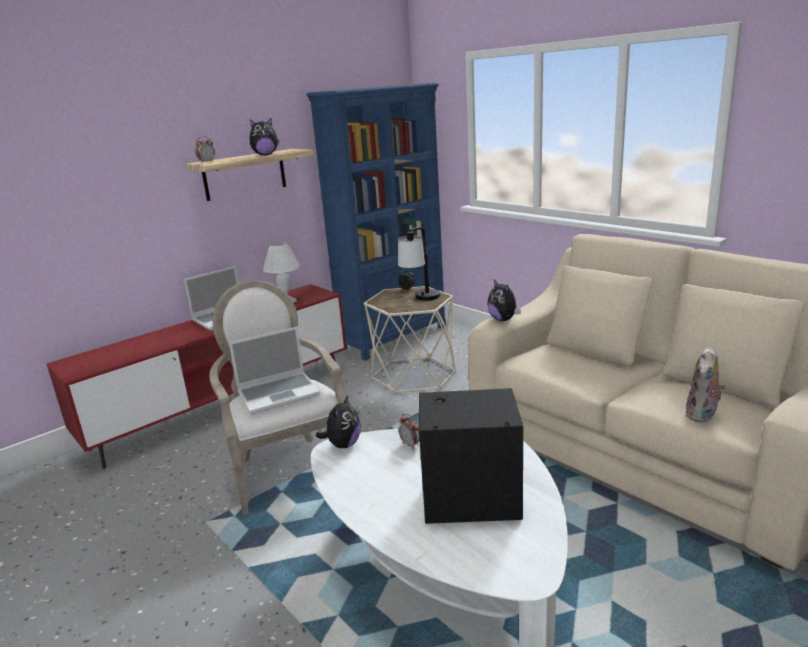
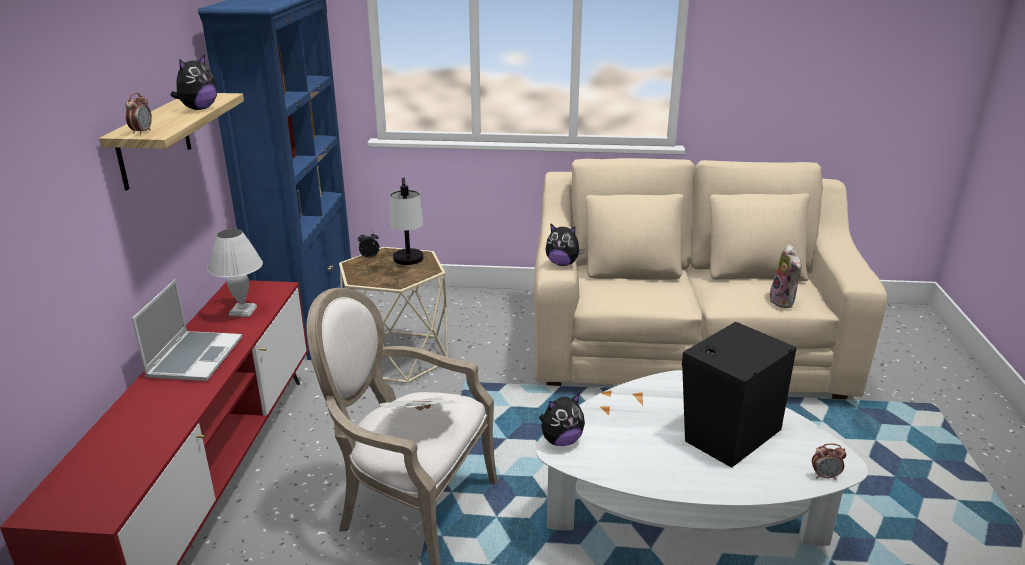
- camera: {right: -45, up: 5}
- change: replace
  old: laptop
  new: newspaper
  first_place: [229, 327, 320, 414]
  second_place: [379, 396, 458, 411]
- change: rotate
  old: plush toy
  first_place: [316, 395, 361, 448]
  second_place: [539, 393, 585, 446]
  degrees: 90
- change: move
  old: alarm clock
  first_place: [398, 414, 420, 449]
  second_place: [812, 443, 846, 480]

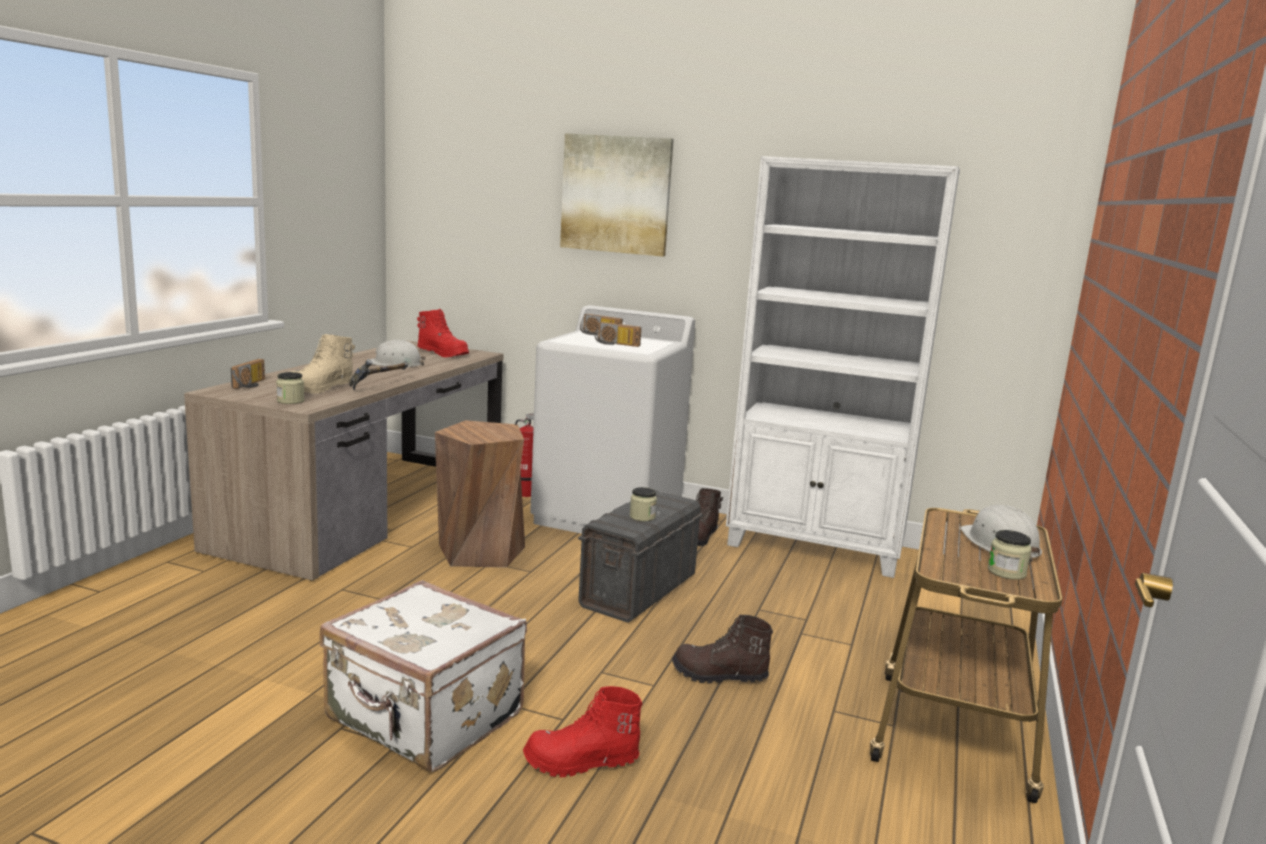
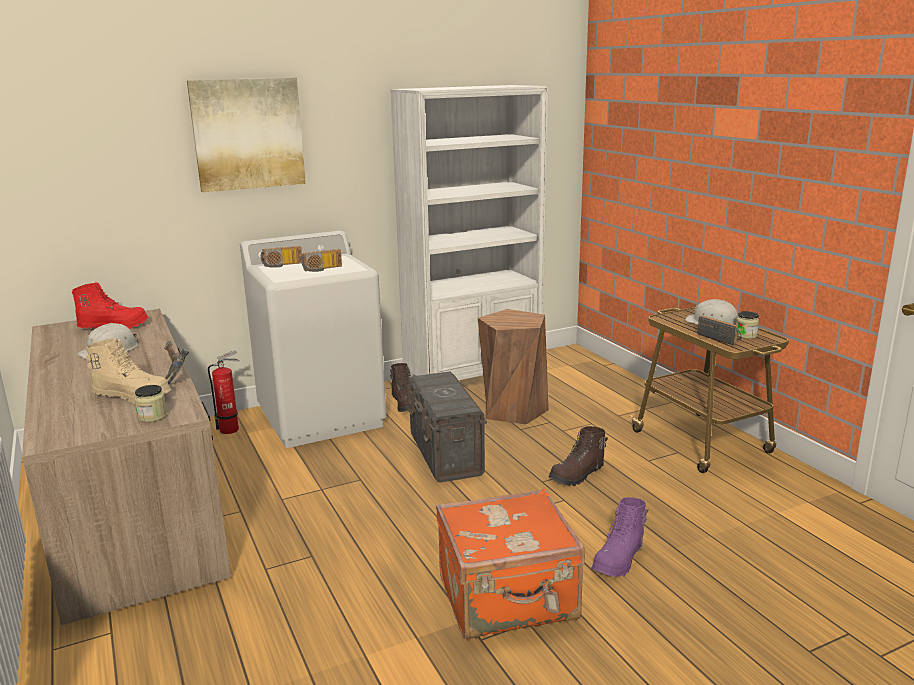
- camera: {right: -45, up: 5}
- change: move
  old: radio
  first_place: [231, 359, 265, 389]
  second_place: [697, 316, 741, 345]
- change: rotate
  old: beige boot
  first_place: [291, 334, 355, 394]
  second_place: [86, 338, 171, 404]
  degrees: -60
- change: recolor
  old: white suitcase
  new: orange suitcase
  first_place: [320, 580, 527, 772]
  second_place: [436, 488, 585, 639]
- change: move
  old: brown stool
  first_place: [435, 420, 525, 568]
  second_place: [478, 309, 549, 425]
- change: recolor
  old: red boot
  new: purple boot
  first_place: [523, 686, 642, 777]
  second_place: [592, 497, 649, 577]
- change: delete
  old: jar
  first_place: [630, 487, 657, 521]

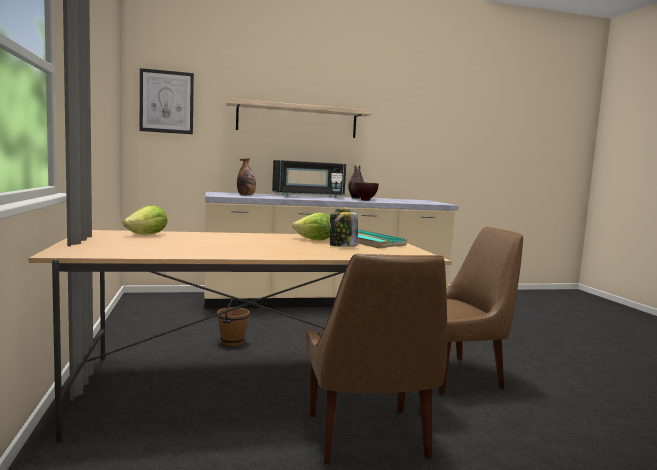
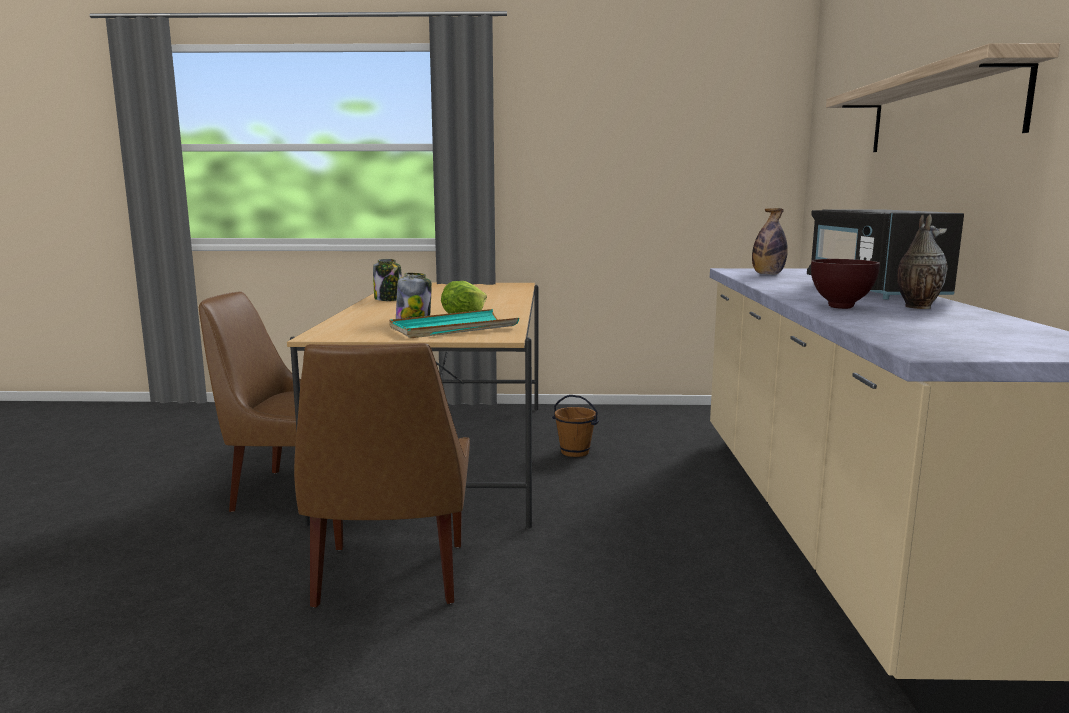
- camera: {right: 105, up: 5}
- change: delete
  old: lettuce
  first_place: [123, 205, 167, 235]
- change: delete
  old: picture
  first_place: [140, 68, 194, 134]
- change: insert
  new: jar
  second_place: [373, 259, 402, 301]

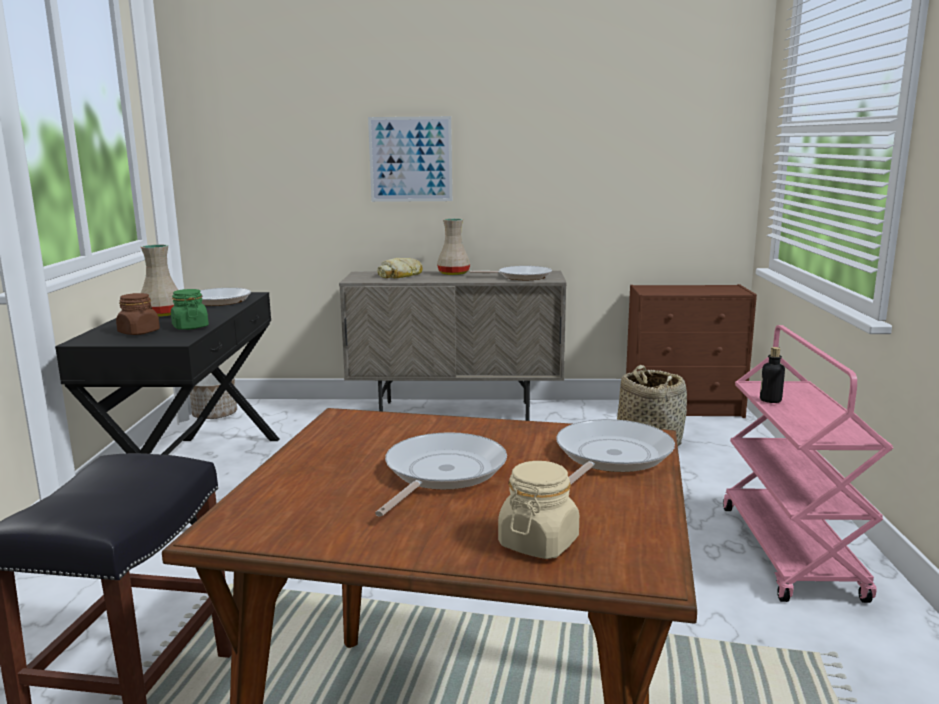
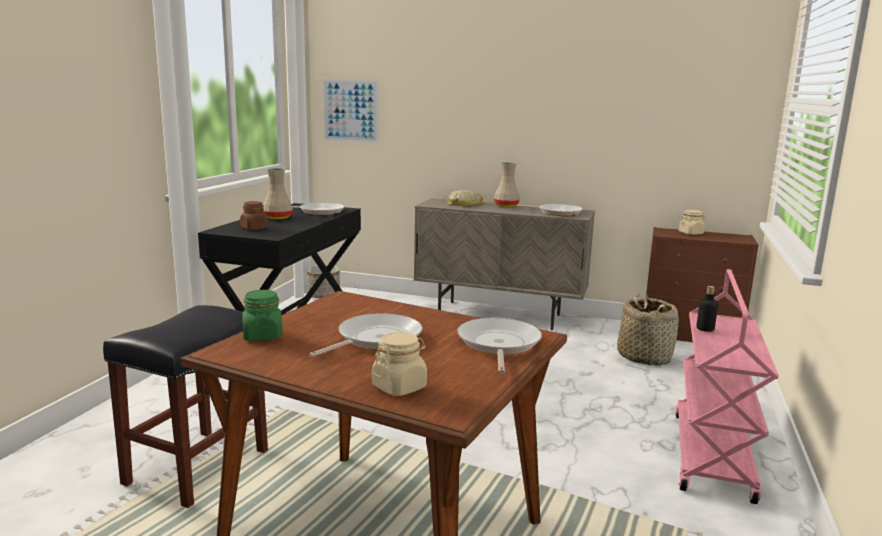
- camera: {right: 15, up: 0}
- change: move
  old: green jar
  first_place: [171, 289, 209, 330]
  second_place: [242, 290, 282, 341]
- change: move
  old: picture
  first_place: [368, 116, 452, 202]
  second_place: [322, 79, 379, 143]
- change: rotate
  old: frying pan
  first_place: [556, 419, 675, 484]
  second_place: [457, 318, 542, 373]
  degrees: -45
- change: insert
  new: beige jar
  second_place: [679, 210, 705, 235]

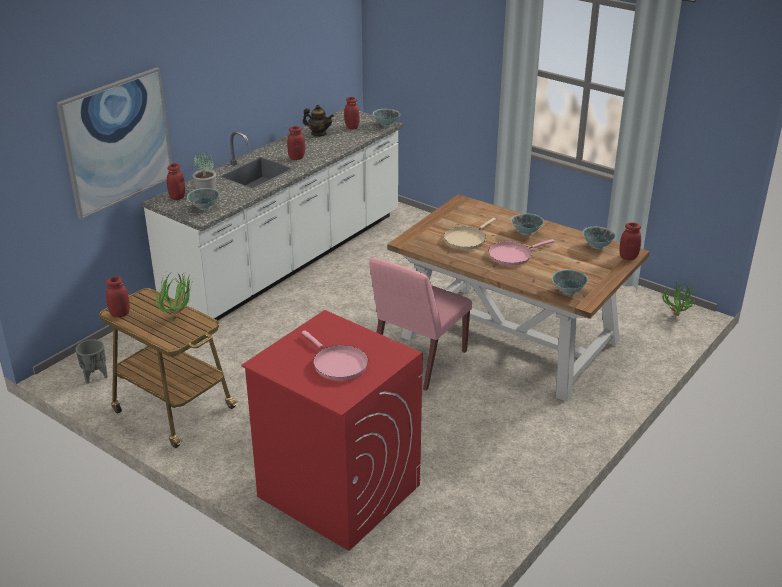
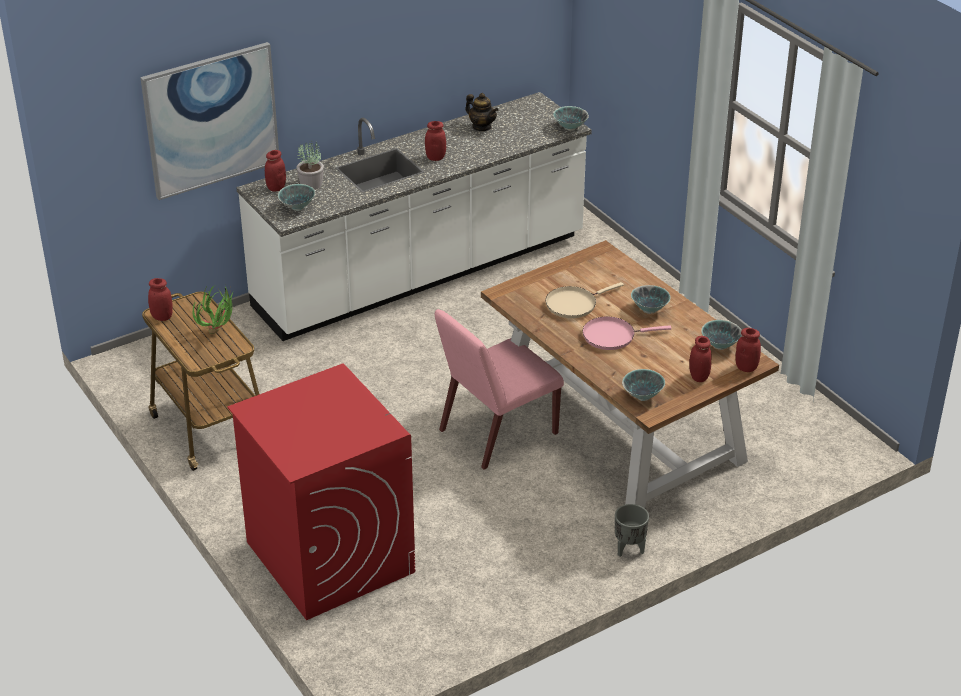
- camera: {right: 20, up: 5}
- change: move
  old: grey planter
  first_place: [75, 339, 108, 384]
  second_place: [615, 504, 649, 557]
- change: delete
  old: pink frying pan
  first_place: [302, 330, 368, 380]
- change: move
  old: red jar
  first_place: [344, 97, 359, 130]
  second_place: [689, 336, 711, 382]
- change: delete
  old: potted plant
  first_place: [661, 282, 697, 316]

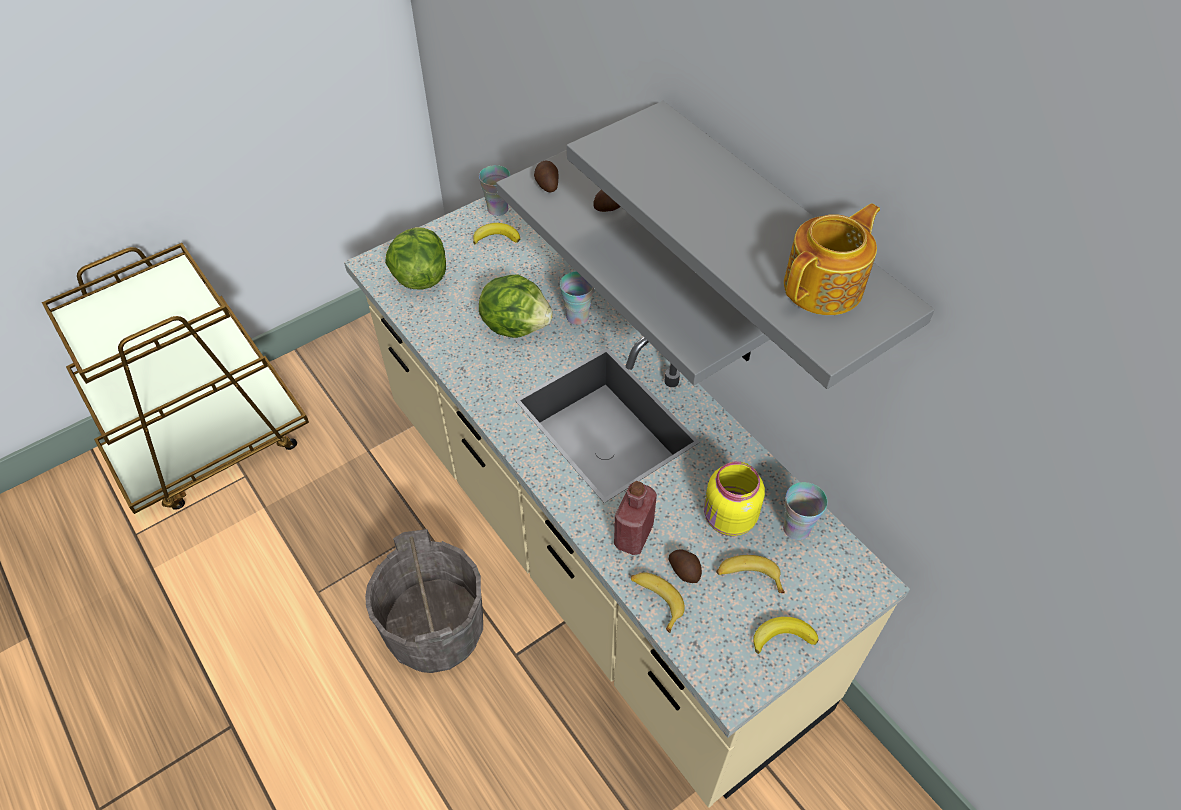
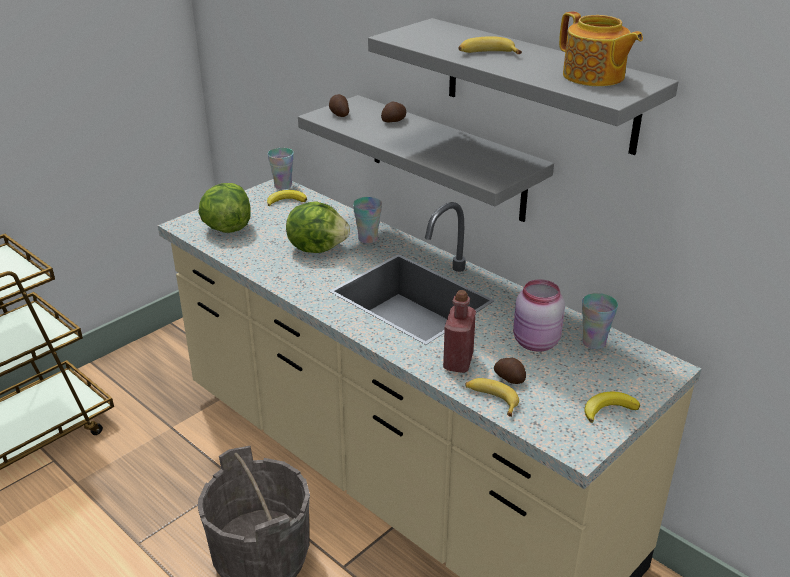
- camera: {right: -10, up: -20}
- change: recolor
  old: yellow jar
  new: pink jar
  first_place: [704, 461, 765, 536]
  second_place: [513, 279, 565, 352]
- change: move
  old: banana
  first_place: [716, 555, 785, 593]
  second_place: [458, 36, 522, 54]
- change: rotate
  old: teapot
  first_place: [784, 203, 880, 315]
  second_place: [559, 11, 643, 87]
  degrees: 105

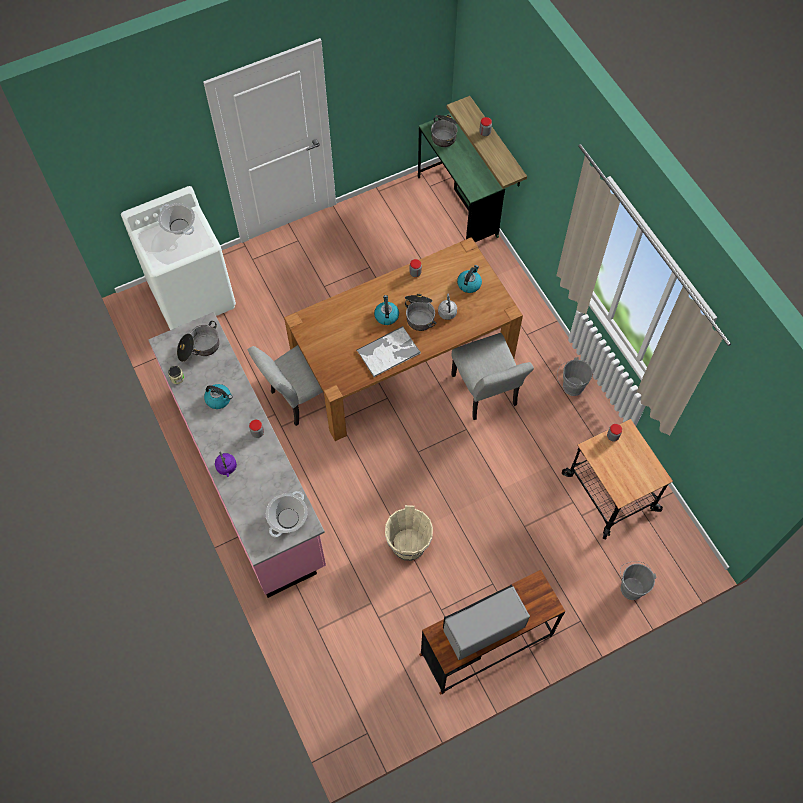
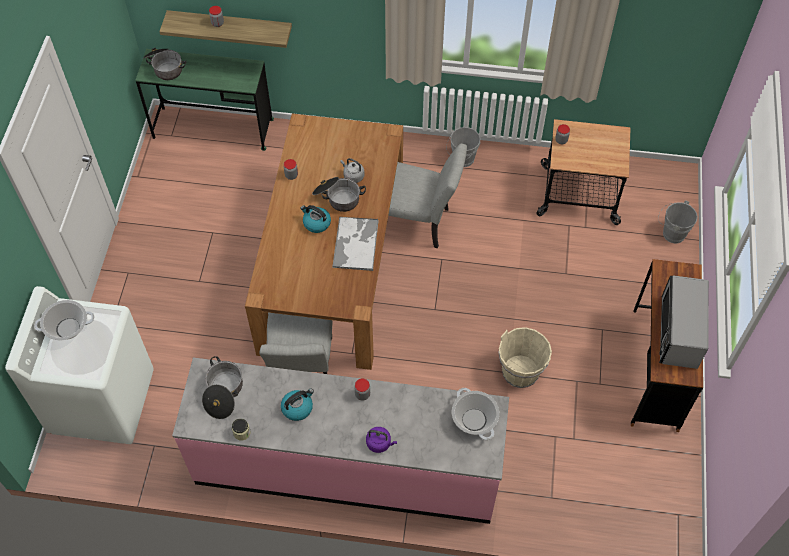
- camera: {right: -55, up: -5}
- change: delete
  old: kettle
  first_place: [457, 265, 482, 293]

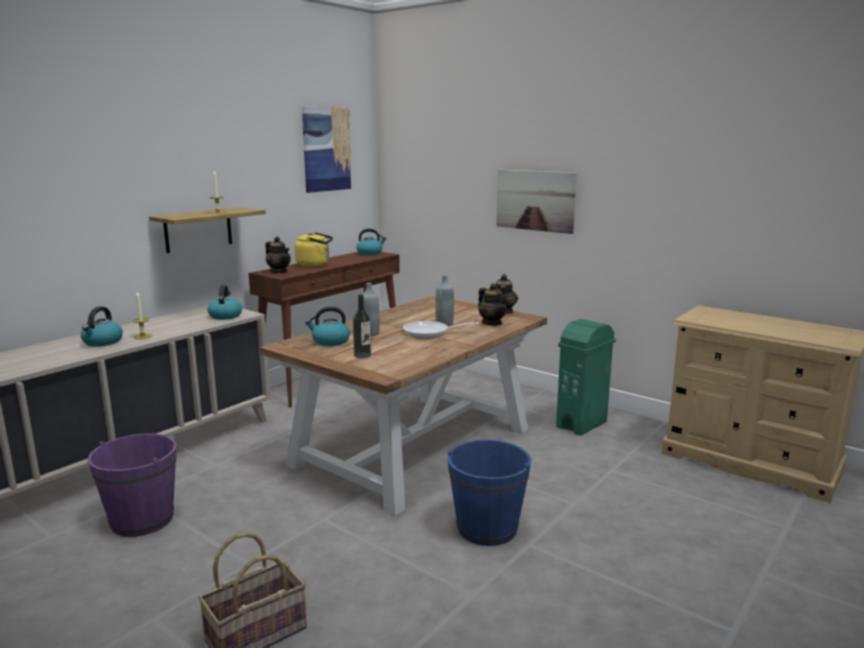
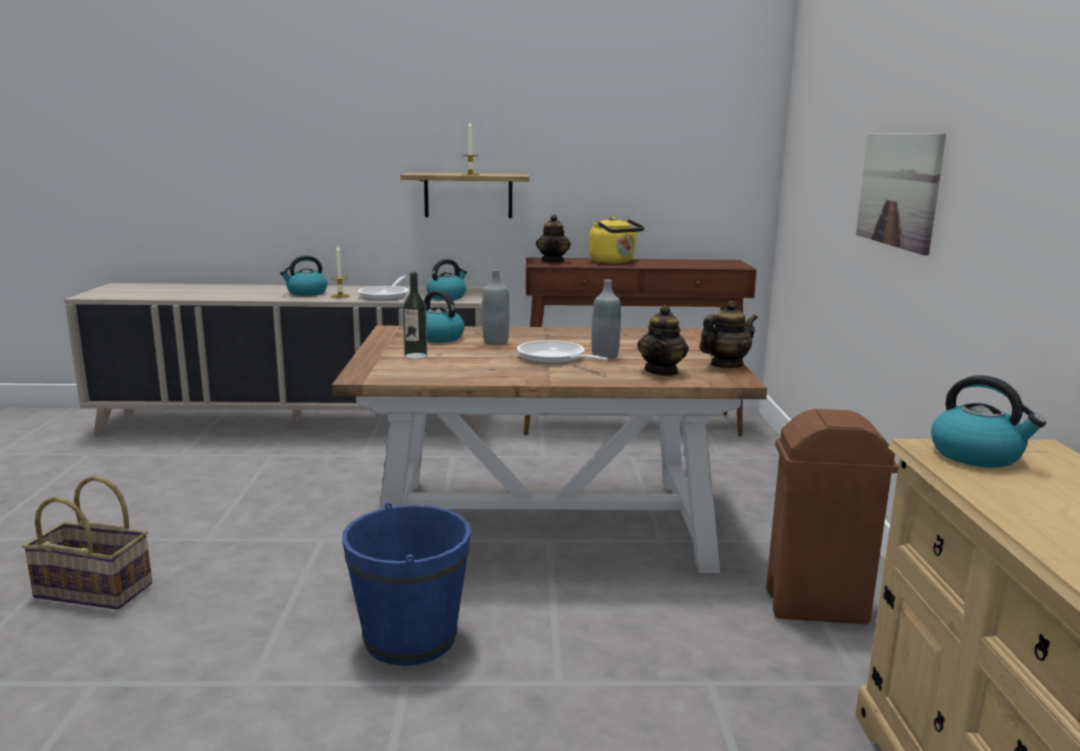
- camera: {right: 50, up: 0}
- change: delete
  old: purple bucket
  first_place: [87, 433, 177, 537]
- change: delete
  old: picture
  first_place: [302, 107, 352, 193]
- change: move
  old: kettle
  first_place: [356, 228, 386, 255]
  second_place: [931, 375, 1046, 468]
- change: recolor
  old: green trash can
  new: brown trash can
  first_place: [556, 319, 616, 436]
  second_place: [766, 409, 898, 624]
- change: insert
  new: frying pan
  second_place: [358, 276, 409, 301]

